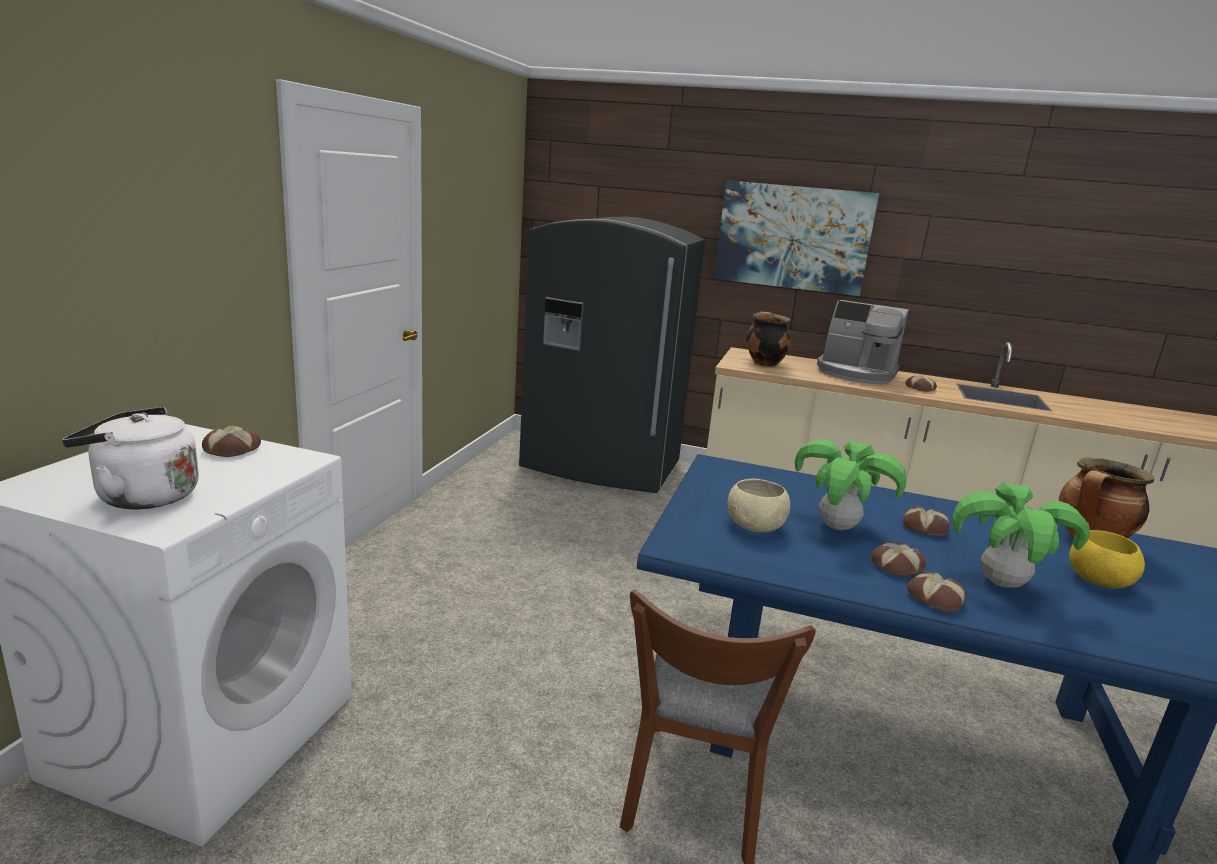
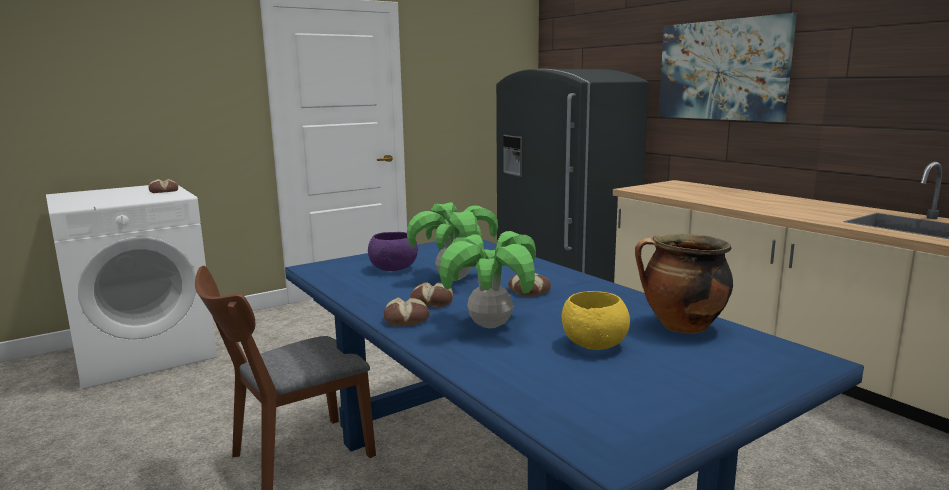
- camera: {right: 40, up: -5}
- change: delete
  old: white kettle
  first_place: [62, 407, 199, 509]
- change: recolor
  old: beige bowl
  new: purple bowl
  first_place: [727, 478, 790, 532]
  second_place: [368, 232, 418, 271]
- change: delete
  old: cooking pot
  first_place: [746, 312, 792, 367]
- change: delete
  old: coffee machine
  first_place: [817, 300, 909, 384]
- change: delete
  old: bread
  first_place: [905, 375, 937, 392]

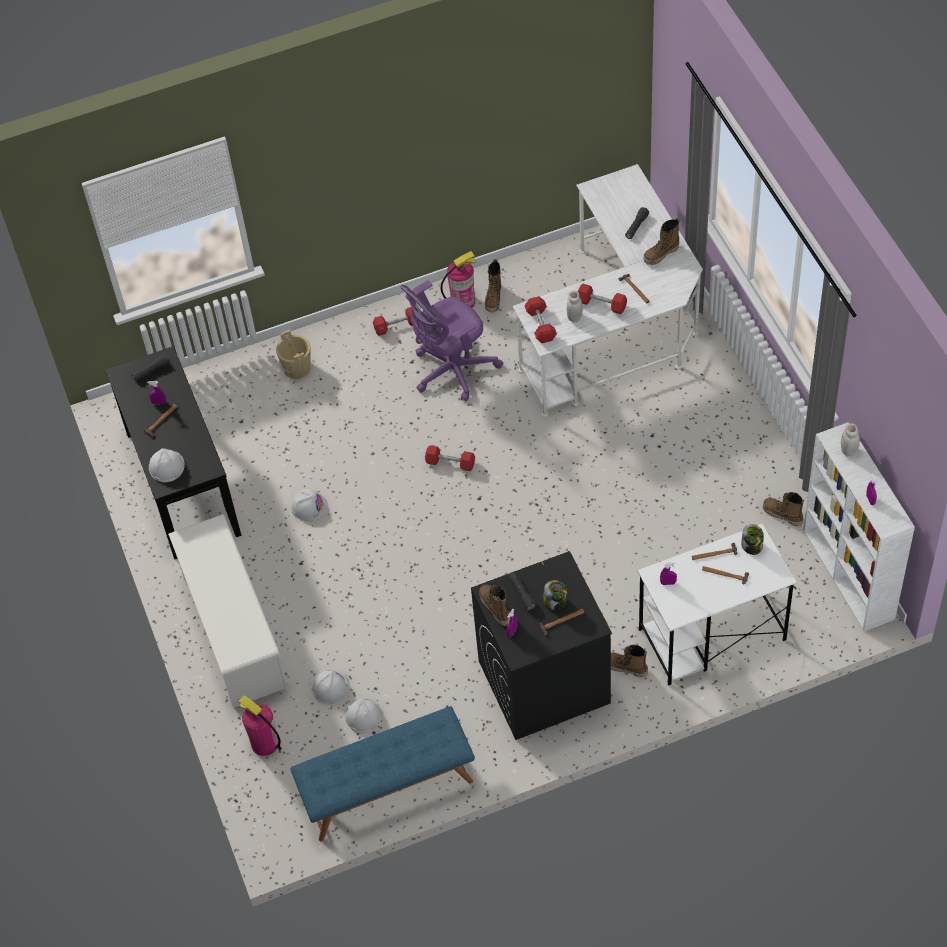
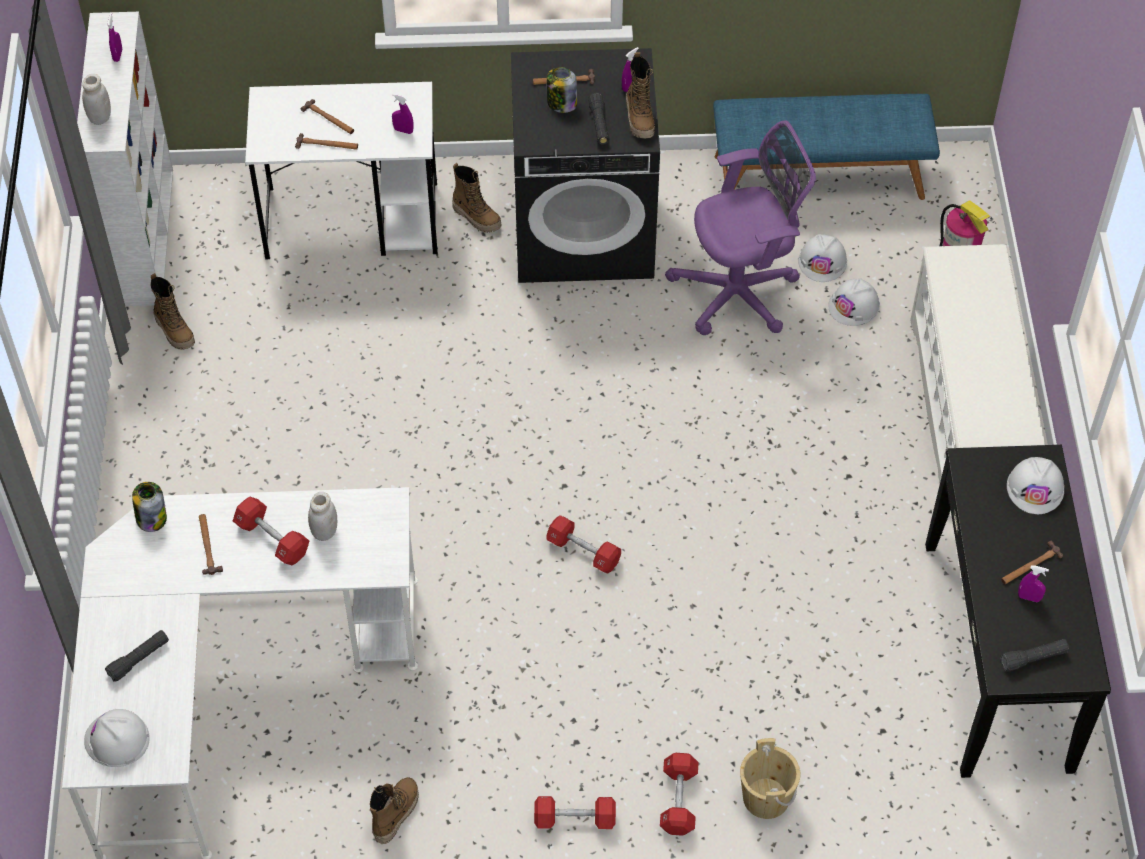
- camera: {right: -165, up: 0}
- change: move
  old: white hard hat
  first_place: [291, 489, 328, 521]
  second_place: [84, 709, 150, 767]
- change: move
  old: purple office chair
  first_place: [400, 280, 503, 401]
  second_place: [665, 120, 816, 335]
- change: delete
  old: fire extinguisher
  first_place: [440, 251, 476, 308]
- change: move
  old: red dumbbell
  first_place: [525, 296, 557, 343]
  second_place: [660, 753, 699, 836]
- change: delete
  old: boot
  first_place: [644, 218, 680, 265]
- change: move
  old: jar
  first_place: [741, 524, 764, 555]
  second_place: [132, 482, 167, 532]

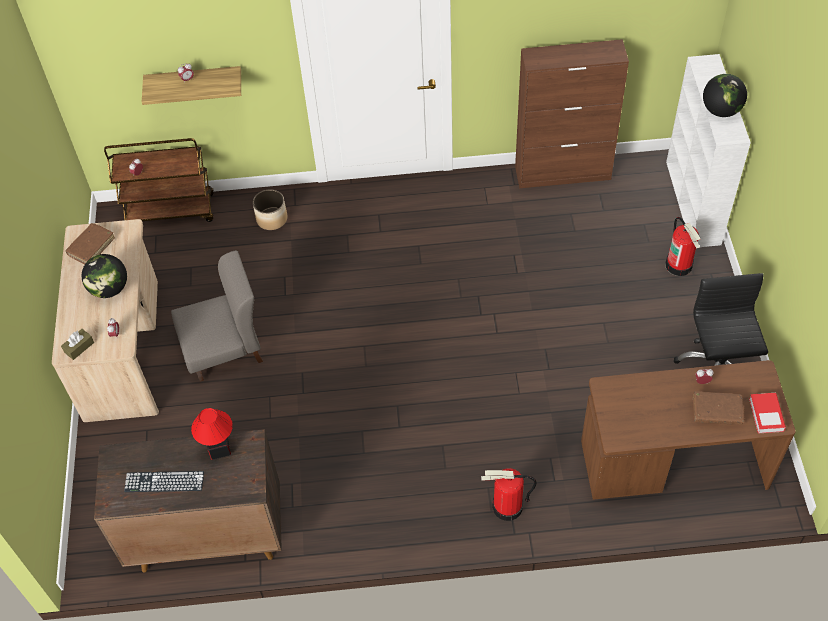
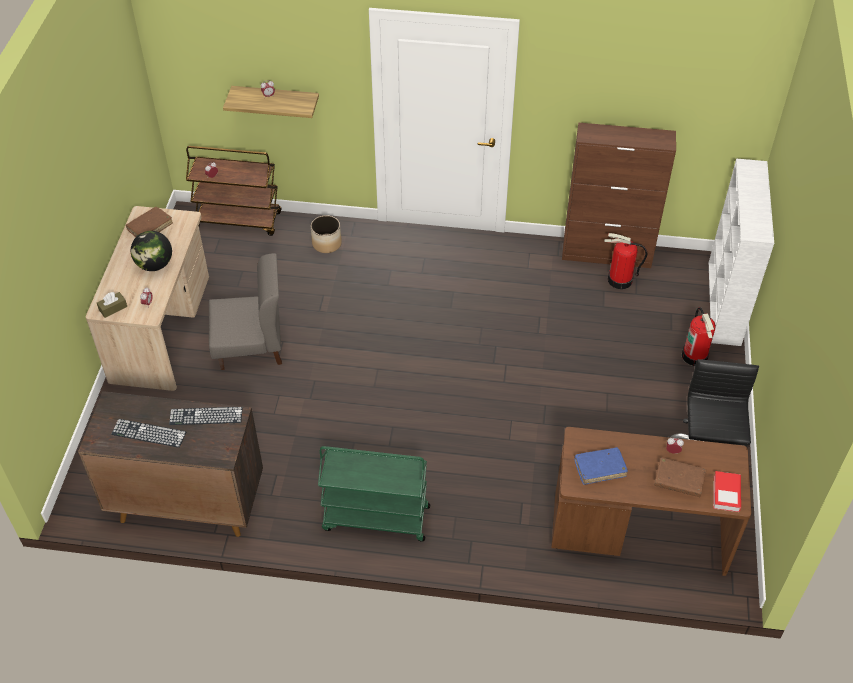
- camera: {right: 10, up: -5}
- change: replace
  old: table lamp
  new: keyboard
  first_place: [191, 408, 233, 460]
  second_place: [169, 407, 242, 425]
- change: move
  old: fire extinguisher
  first_place: [481, 468, 537, 521]
  second_place: [604, 233, 648, 289]
- change: delete
  old: globe
  first_place: [703, 74, 747, 117]
- change: insert
  new: green cart
  second_place: [318, 446, 430, 541]
- change: insert
  new: blue book
  second_place: [574, 447, 628, 485]

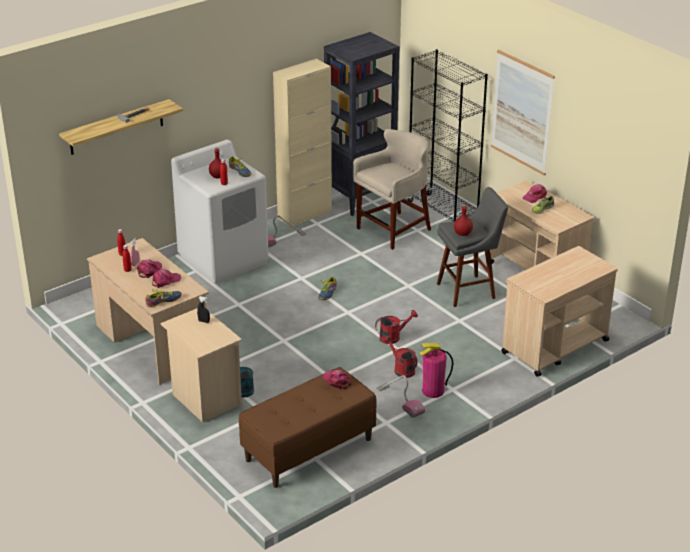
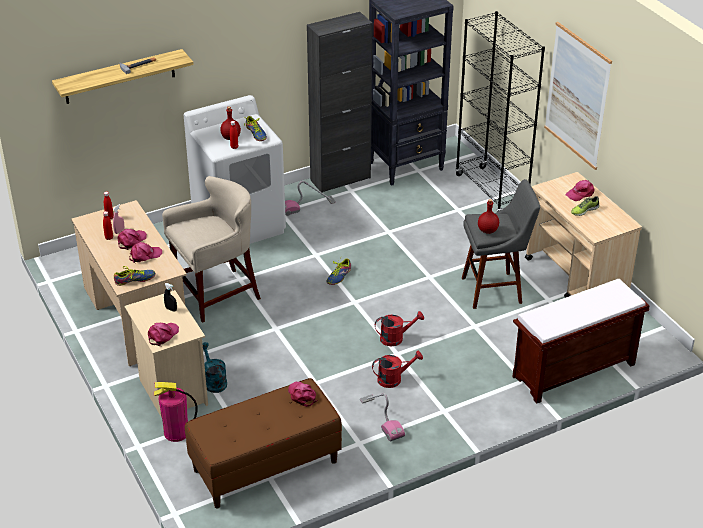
- camera: {right: 10, up: 5}
- change: recolor
  old: beige cabinet
  new: black cabinet
  first_place: [273, 59, 332, 228]
  second_place: [307, 12, 373, 193]
- change: move
  old: beige stool
  first_place: [353, 129, 431, 250]
  second_place: [162, 176, 261, 323]
- change: rotate
  old: red watering can
  first_place: [384, 336, 418, 378]
  second_place: [372, 351, 423, 388]
  degrees: 105
- change: move
  old: fire extinguisher
  first_place: [420, 343, 454, 398]
  second_place: [154, 382, 198, 442]
- change: replace
  old: beige cart
  new: brown bench
  first_place: [501, 246, 618, 377]
  second_place: [513, 279, 650, 403]
- change: insert
  new: pink cap
  second_place: [148, 323, 179, 346]

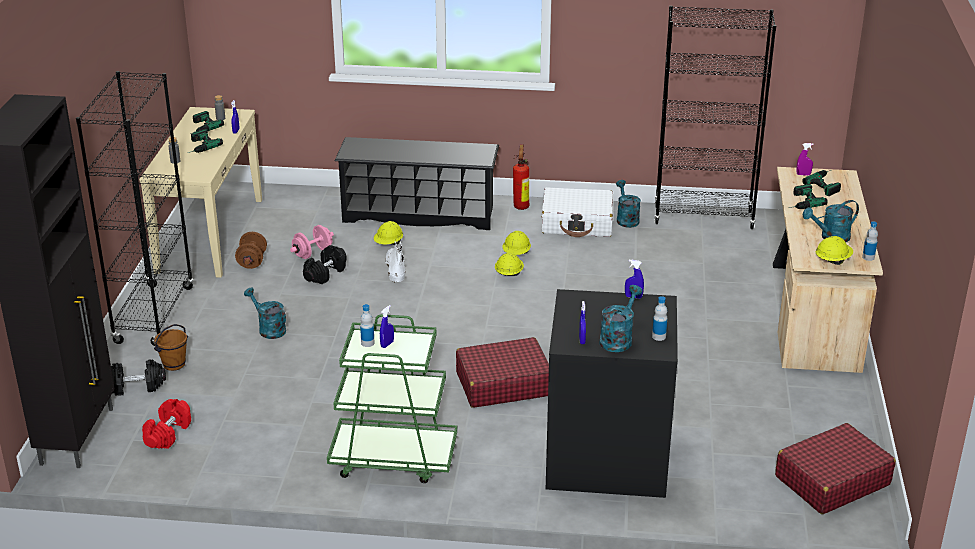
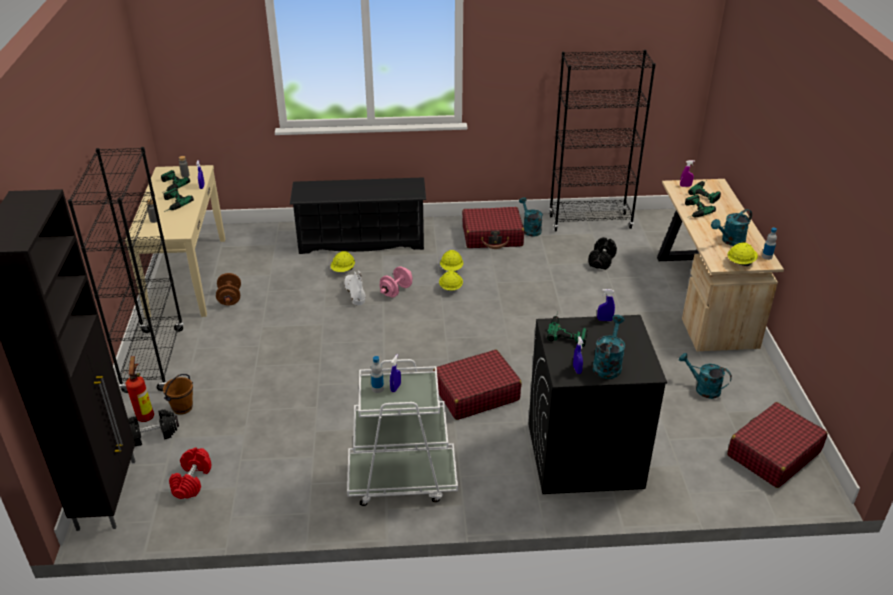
- camera: {right: -10, up: 5}
- change: move
  old: turquoise watering can
  first_place: [244, 287, 286, 339]
  second_place: [679, 353, 732, 399]
- change: move
  old: pink dumbbell
  first_place: [290, 225, 334, 259]
  second_place: [380, 266, 412, 297]
- change: move
  old: black dumbbell
  first_place: [303, 245, 346, 284]
  second_place: [588, 237, 617, 270]
- change: recolor
  old: green cart
  new: white cart
  first_place: [327, 314, 457, 483]
  second_place: [347, 359, 458, 506]
- change: move
  old: fire extinguisher
  first_place: [513, 145, 530, 210]
  second_place: [123, 356, 154, 422]
- change: recolor
  old: white suitcase
  new: red suitcase
  first_place: [542, 187, 613, 237]
  second_place: [462, 207, 524, 249]
- change: delete
  old: bottle
  first_place: [652, 296, 668, 341]
- change: insert
  new: power drill
  second_place: [547, 312, 588, 347]

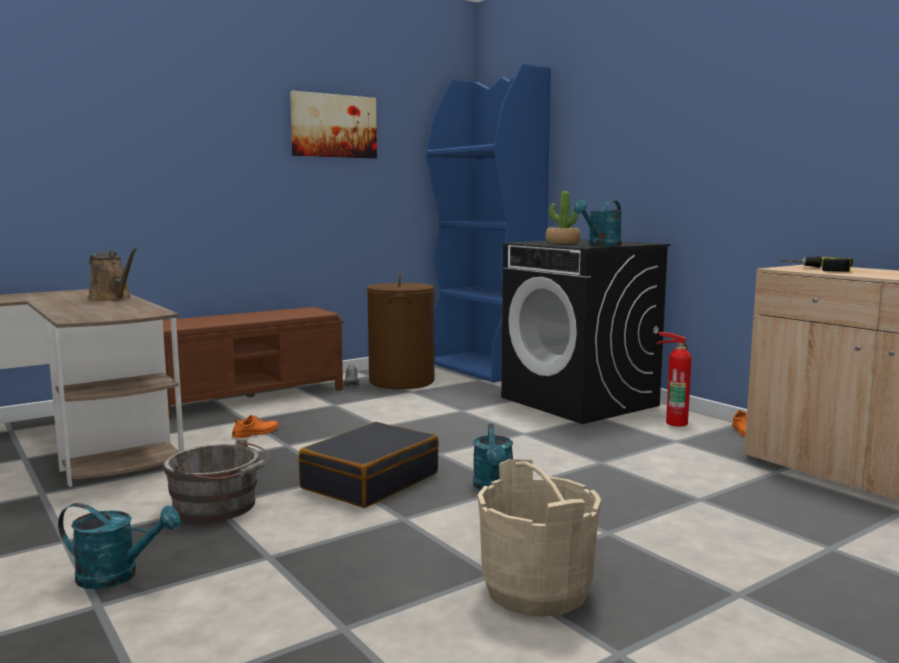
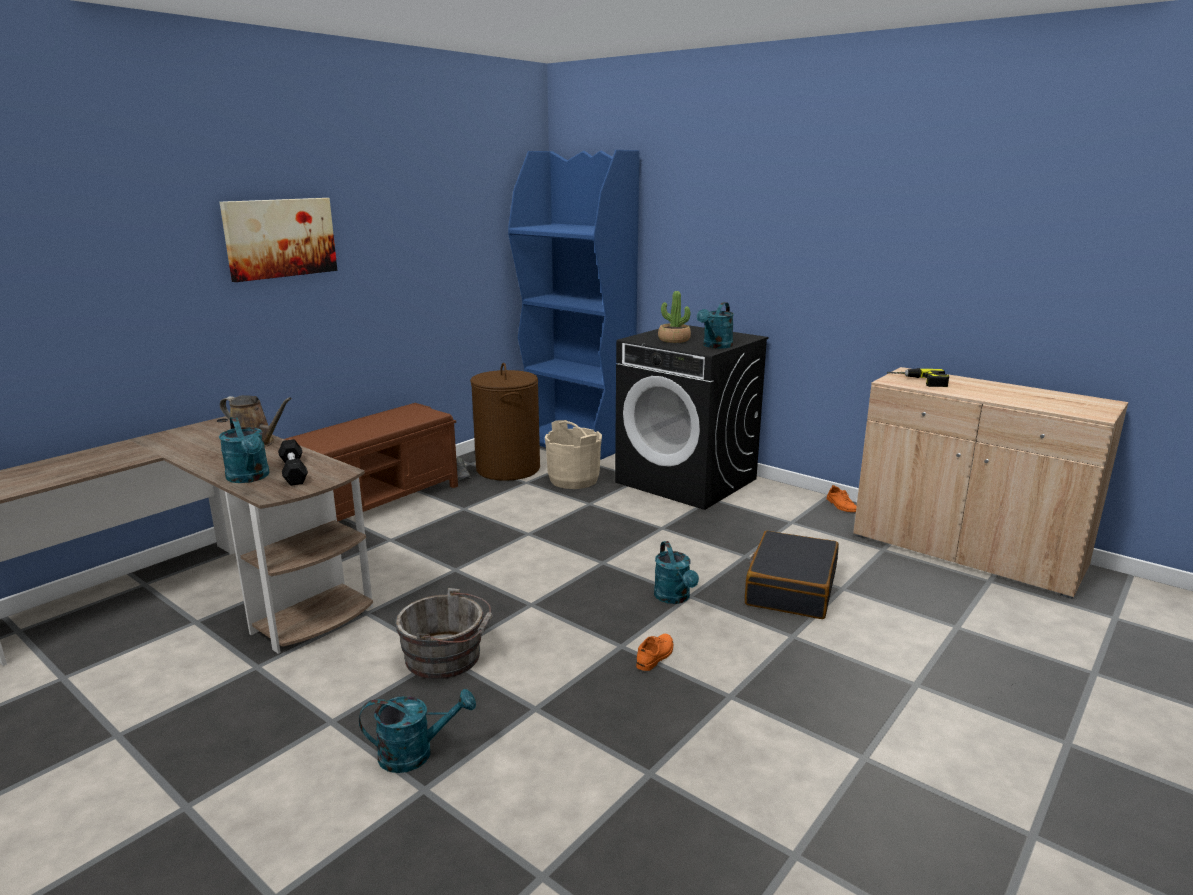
- camera: {right: -15, up: 10}
- change: move
  old: orange shoe
  first_place: [232, 415, 279, 438]
  second_place: [636, 634, 673, 671]
- change: move
  old: picture
  first_place: [290, 91, 377, 159]
  second_place: [220, 198, 337, 282]
- change: move
  old: black suitcase
  first_place: [299, 422, 439, 508]
  second_place: [745, 531, 839, 619]
- change: move
  old: beige bucket
  first_place: [478, 459, 601, 617]
  second_place: [545, 420, 602, 489]
- change: delete
  old: fire extinguisher
  first_place: [656, 332, 692, 426]
- change: insert
  new: turquoise watering can
  second_place: [219, 416, 270, 483]
- change: insert
  new: black dumbbell
  second_place: [278, 439, 308, 486]

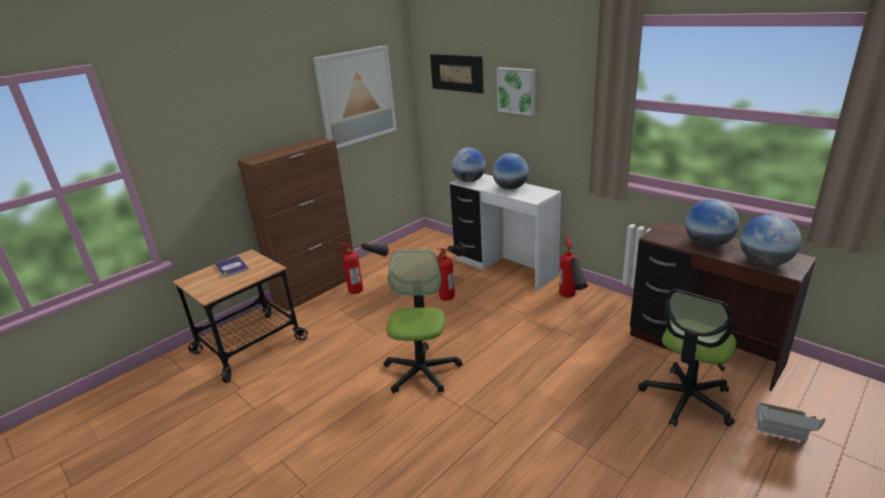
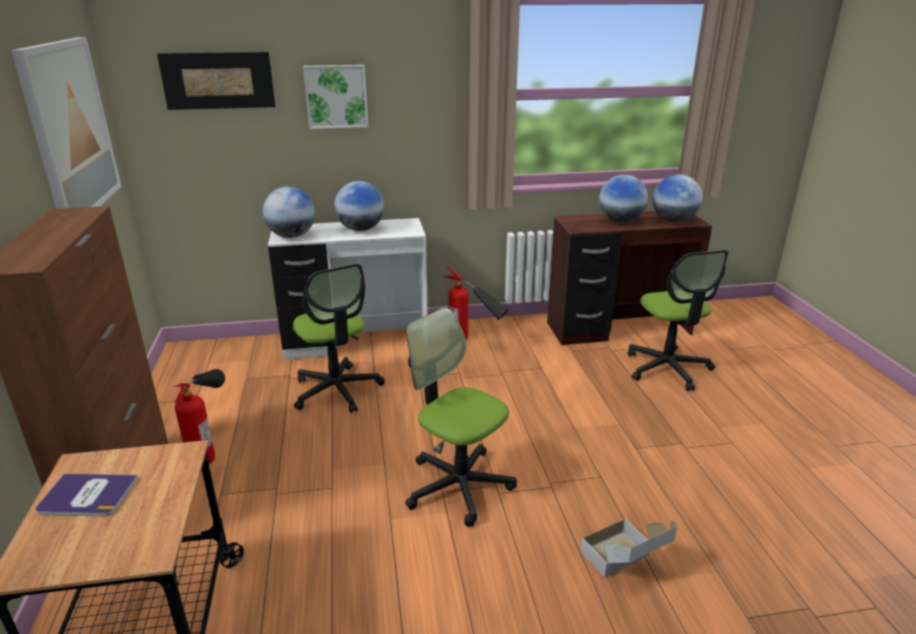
- camera: {right: -55, up: 0}
- change: replace
  old: fire extinguisher
  new: office chair
  first_place: [437, 245, 465, 301]
  second_place: [293, 264, 385, 413]
- change: move
  old: cardboard box
  first_place: [756, 402, 825, 442]
  second_place: [580, 519, 677, 578]

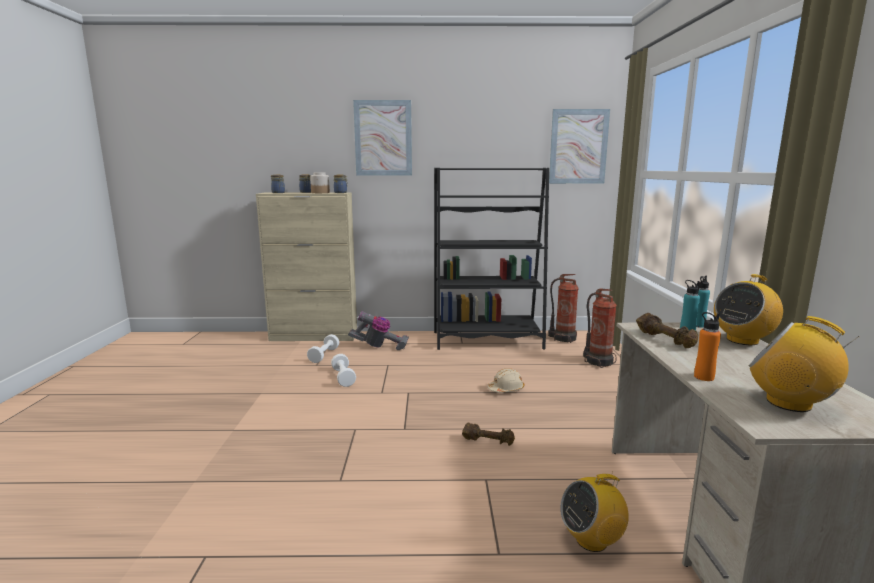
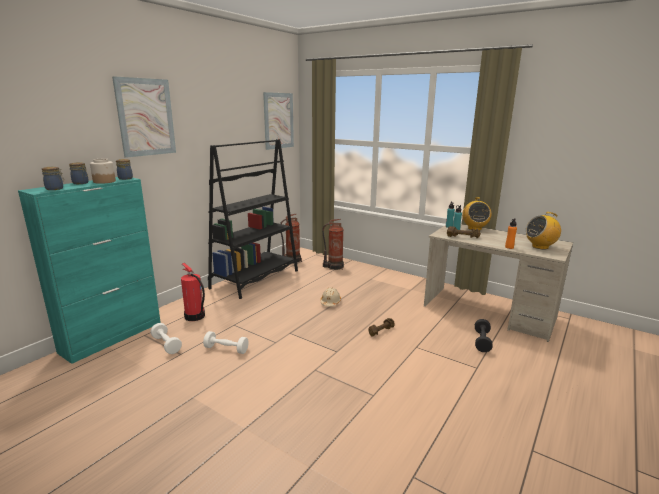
- camera: {right: -55, up: 5}
- change: recolor
  old: beige cabinet
  new: turquoise cabinet
  first_place: [256, 192, 357, 341]
  second_place: [18, 177, 161, 364]
- change: replace
  old: vacuum cleaner
  new: fire extinguisher
  first_place: [348, 311, 409, 350]
  second_place: [181, 263, 205, 321]
- change: replace
  old: radio
  new: black dumbbell
  first_place: [560, 472, 629, 552]
  second_place: [475, 319, 493, 352]

